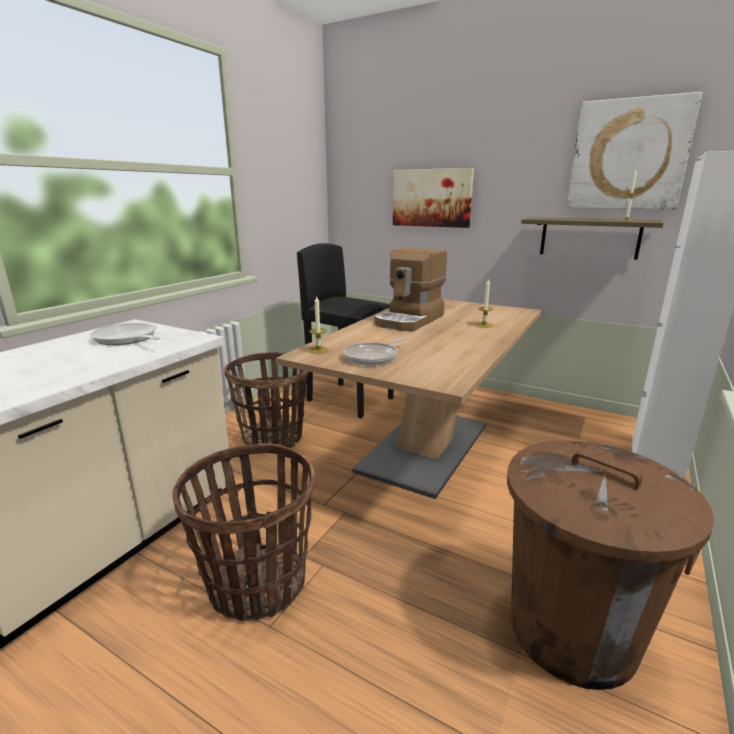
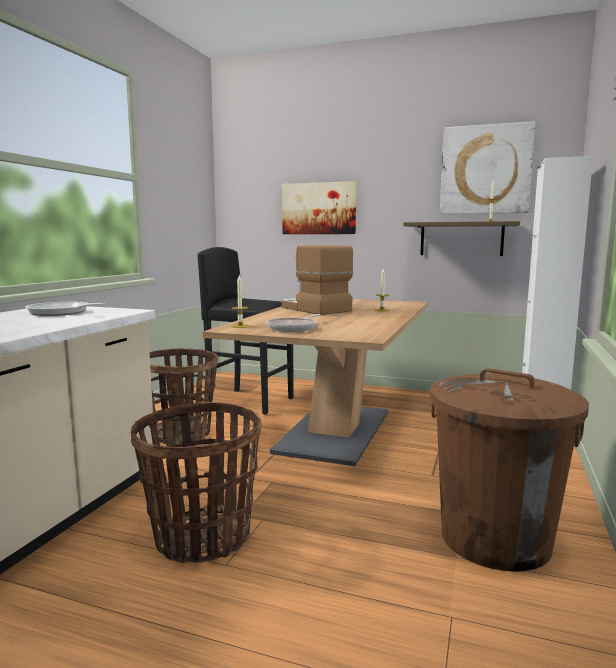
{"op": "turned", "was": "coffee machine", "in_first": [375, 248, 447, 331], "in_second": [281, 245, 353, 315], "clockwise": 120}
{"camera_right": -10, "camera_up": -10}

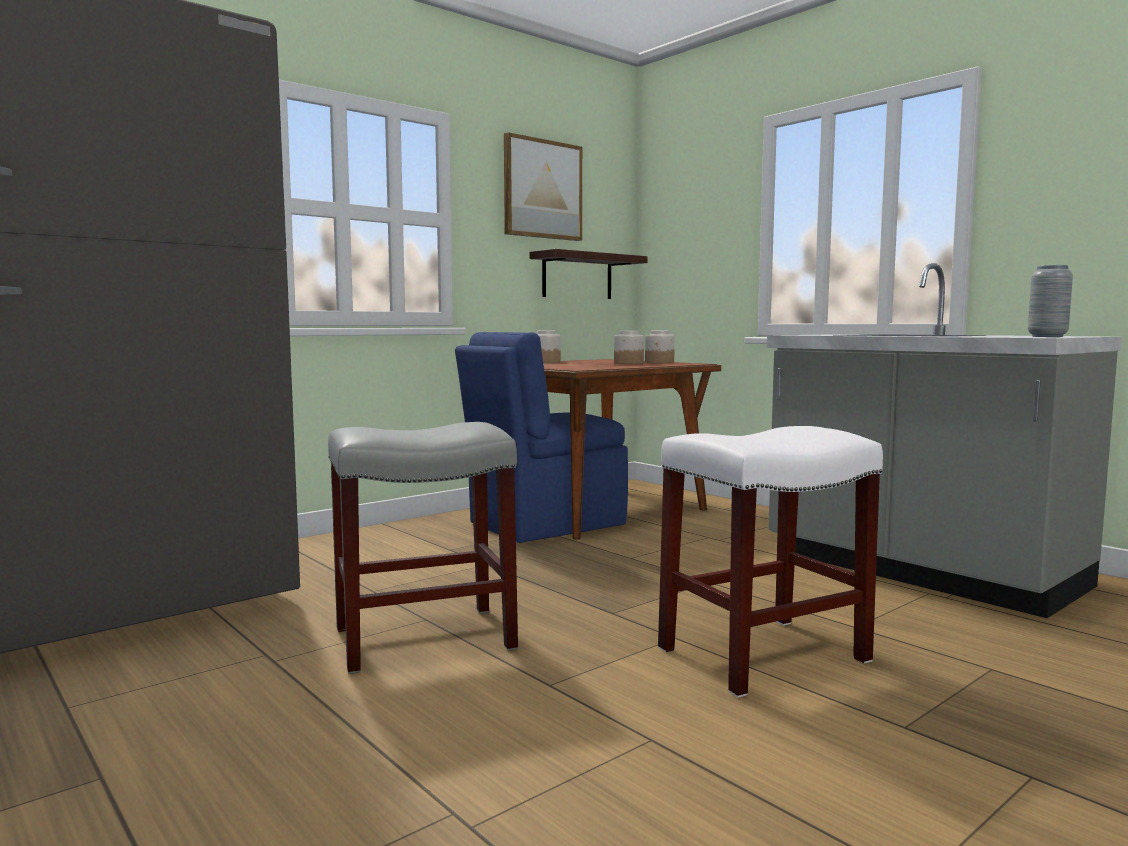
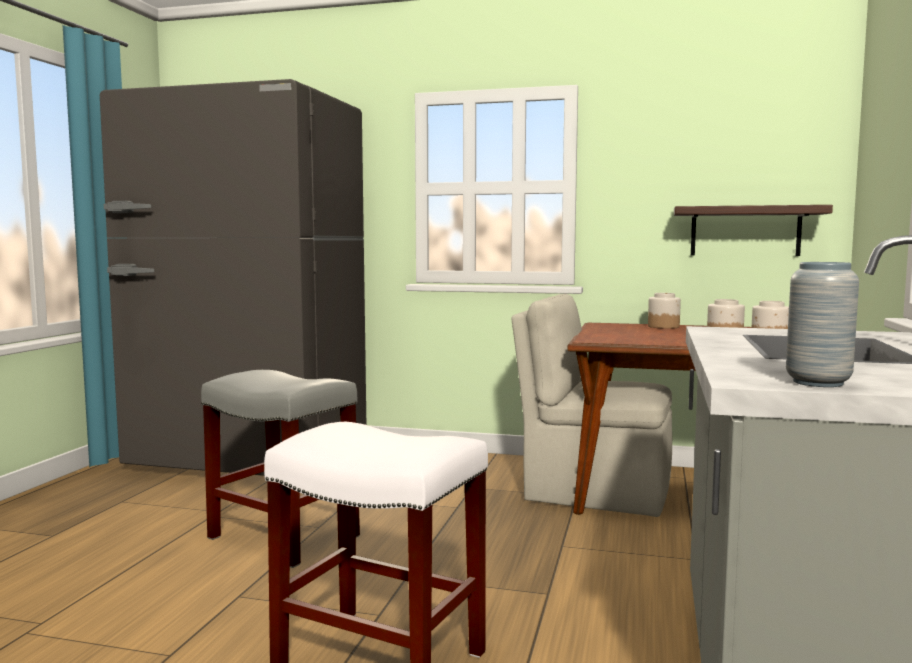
{"op": "recoloured", "was": "chair (blue)", "now": "chair (beige)", "in_first": [455, 332, 628, 543], "in_second": [512, 294, 672, 517]}
{"op": "removed", "was": "picture", "in_first": [504, 132, 582, 241]}
{"camera_right": 55, "camera_up": 0}

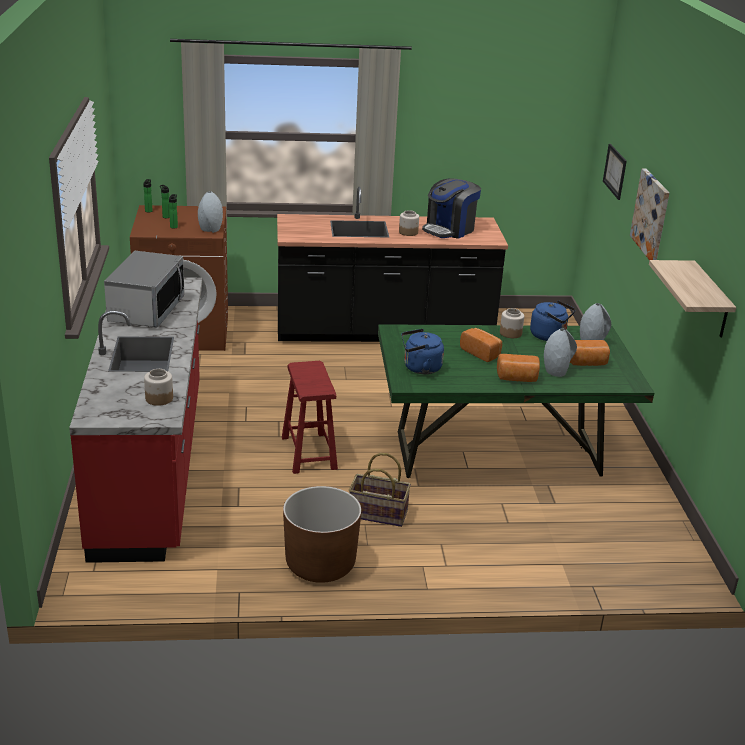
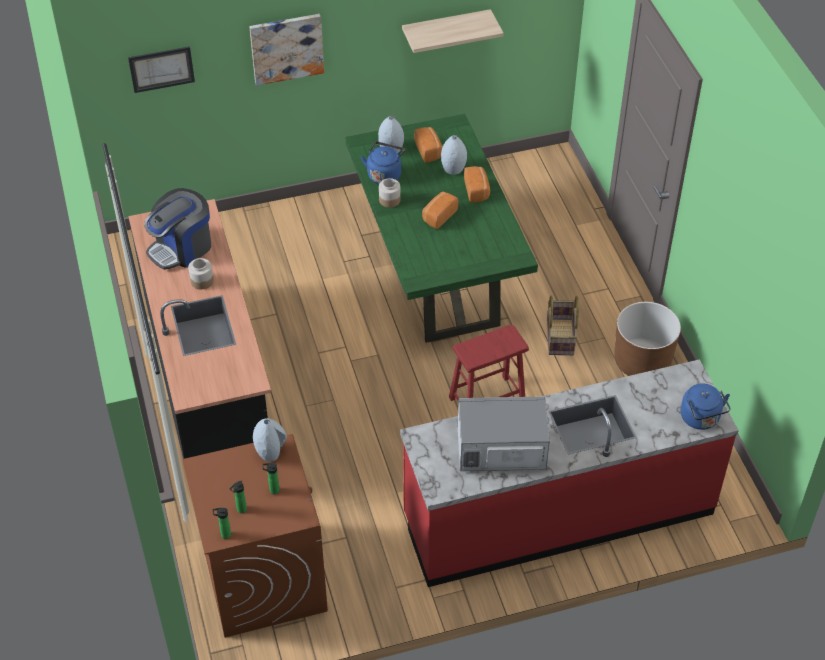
{"op": "removed", "was": "jar", "in_first": [144, 369, 173, 406]}
{"op": "moved", "was": "kettle (blue)", "in_first": [401, 329, 444, 374], "in_second": [681, 383, 731, 430]}
{"op": "turned", "was": "coffee machine", "in_first": [422, 179, 481, 239], "in_second": [144, 188, 211, 270], "clockwise": 105}
{"camera_right": -100, "camera_up": 20}

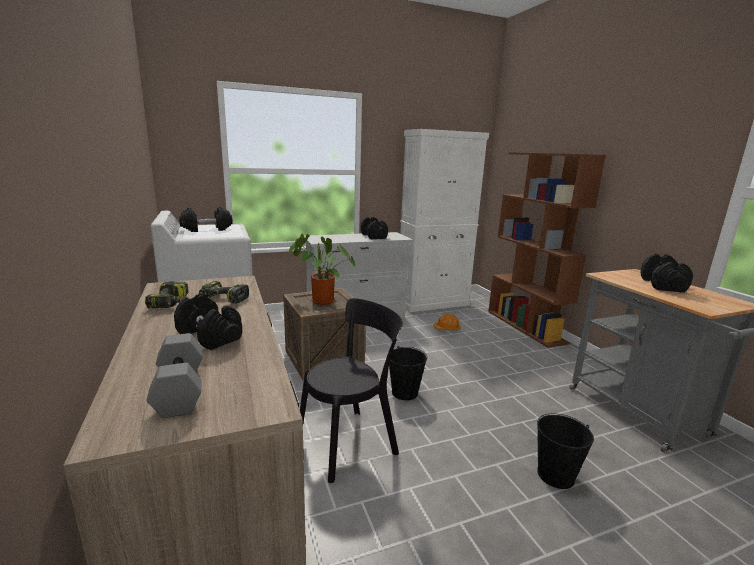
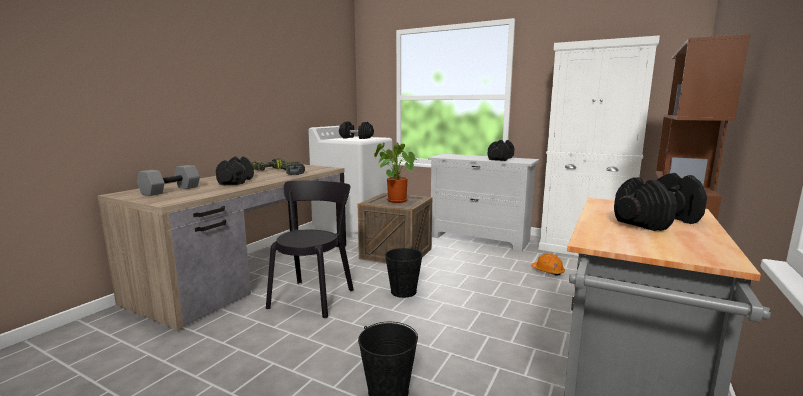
{"op": "turned", "was": "chair (black)", "in_first": [300, 298, 403, 483], "in_second": [266, 181, 354, 318], "clockwise": -90}
{"camera_right": 50, "camera_up": -5}

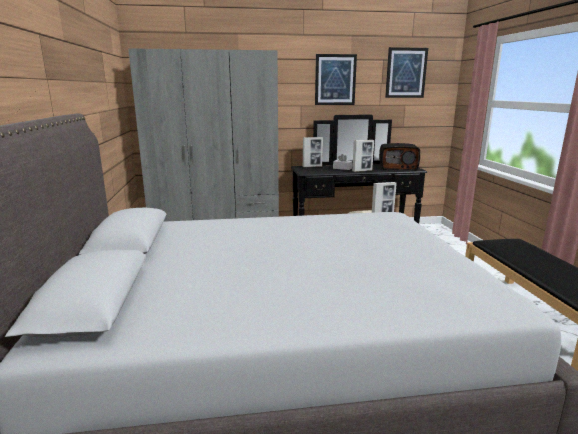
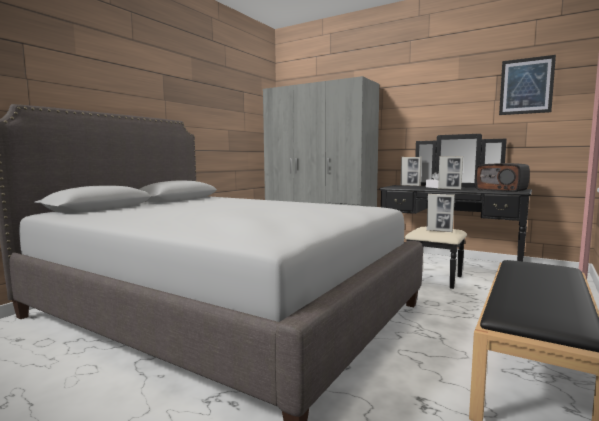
{"op": "removed", "was": "picture", "in_first": [315, 54, 357, 105]}
{"camera_right": 40, "camera_up": -10}

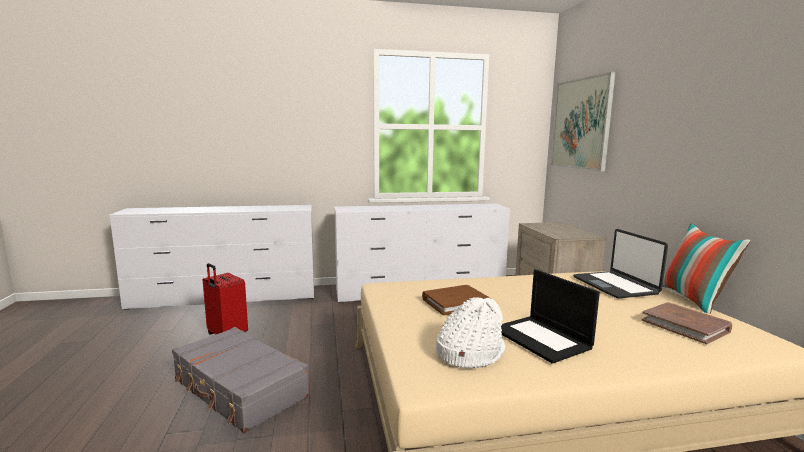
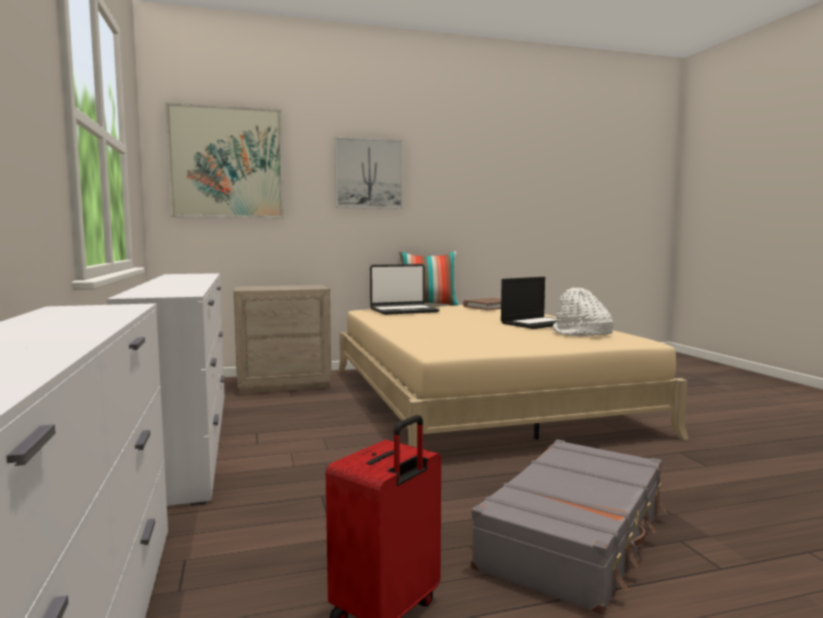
{"op": "removed", "was": "book (brown)", "in_first": [422, 285, 491, 315]}
{"op": "added", "now": "picture", "in_second": [335, 137, 403, 209]}
{"camera_right": -95, "camera_up": -5}

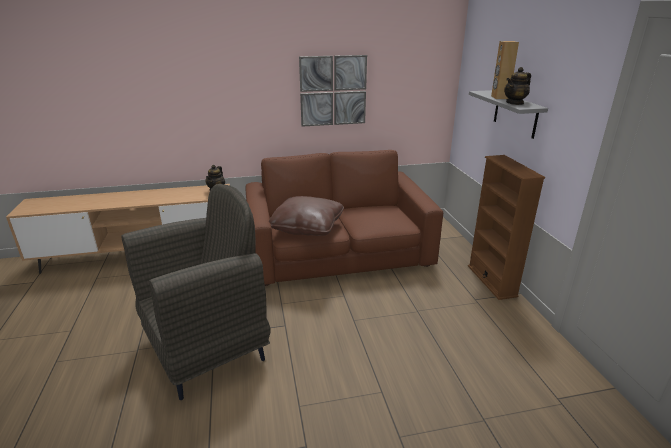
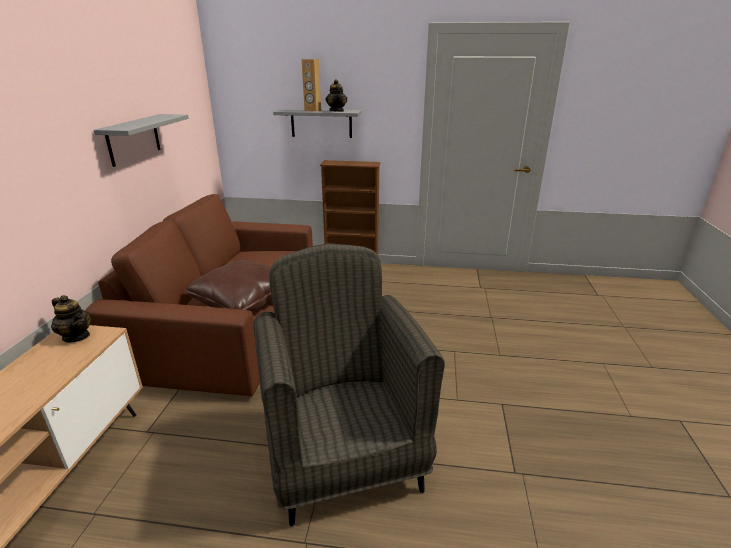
{"op": "replaced", "was": "picture", "now": "shelf (grey)", "in_first": [299, 55, 367, 127], "in_second": [93, 114, 189, 167]}
{"camera_right": -70, "camera_up": 0}

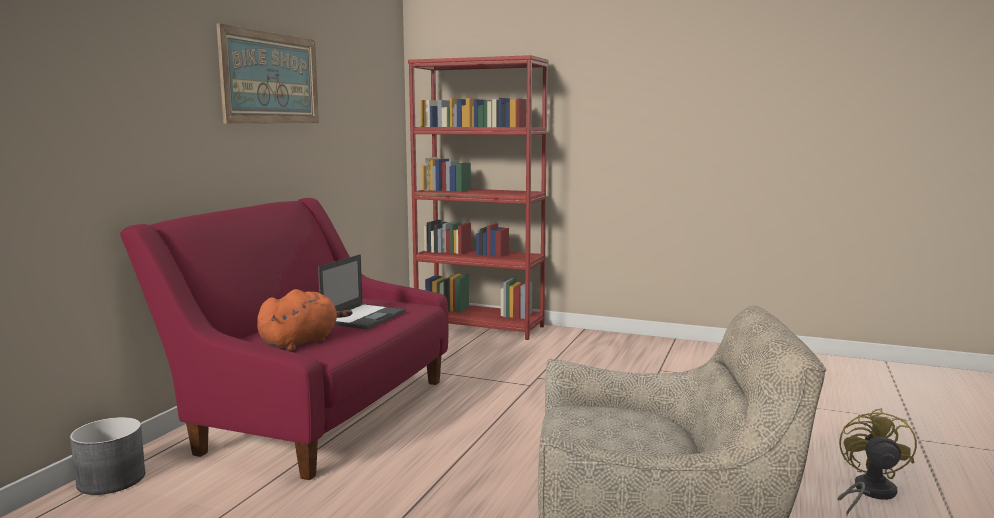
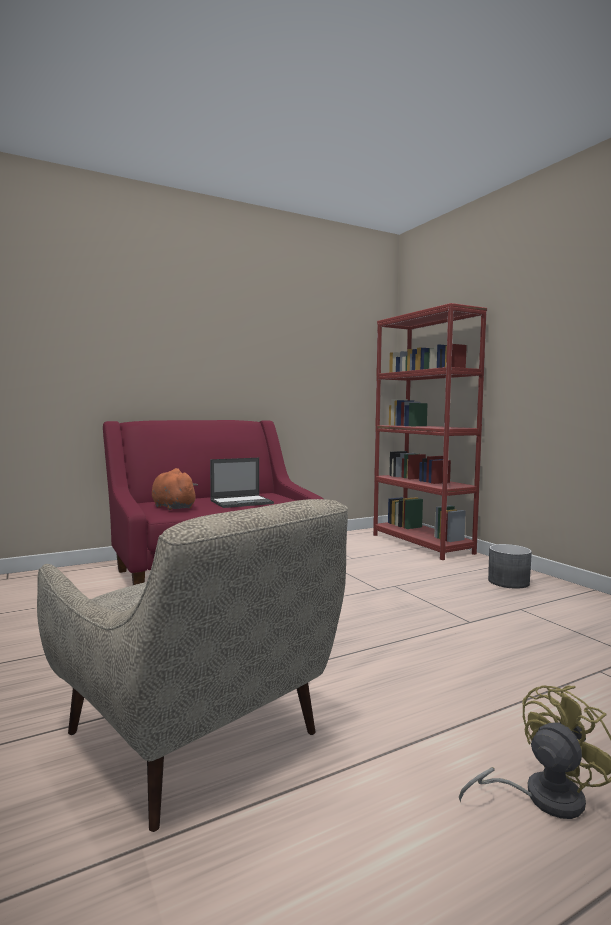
{"op": "moved", "was": "planter (grey)", "in_first": [70, 417, 145, 495], "in_second": [488, 544, 532, 589]}
{"op": "removed", "was": "picture", "in_first": [216, 23, 319, 123]}
{"op": "turned", "was": "plush toy (orange)", "in_first": [257, 289, 352, 351], "in_second": [152, 468, 198, 510], "clockwise": -120}
{"camera_right": 40, "camera_up": -5}

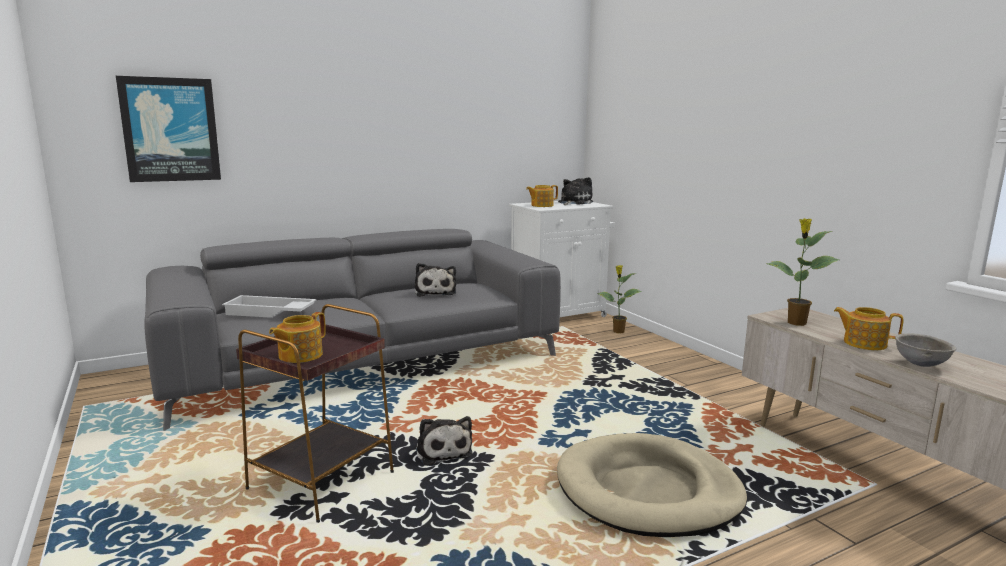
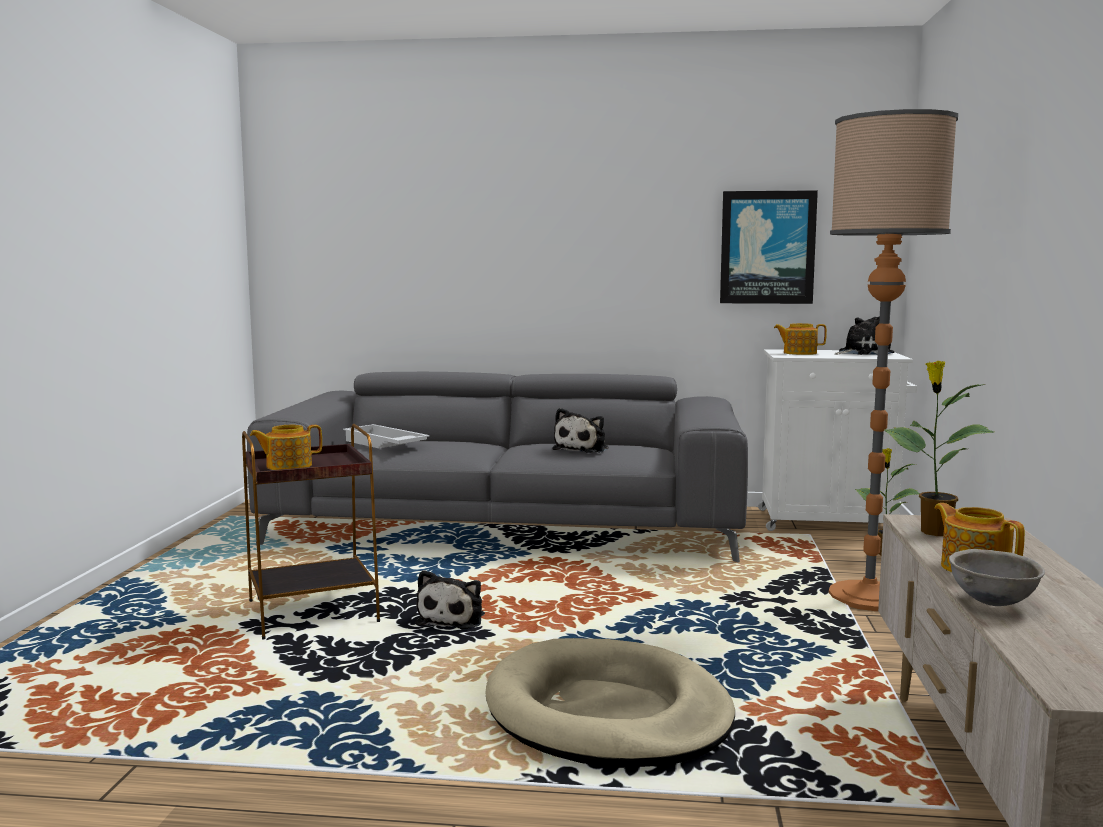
{"op": "moved", "was": "picture", "in_first": [116, 76, 221, 182], "in_second": [720, 190, 818, 304]}
{"op": "added", "now": "floor lamp", "in_second": [829, 109, 958, 611]}
{"camera_right": 35, "camera_up": -5}

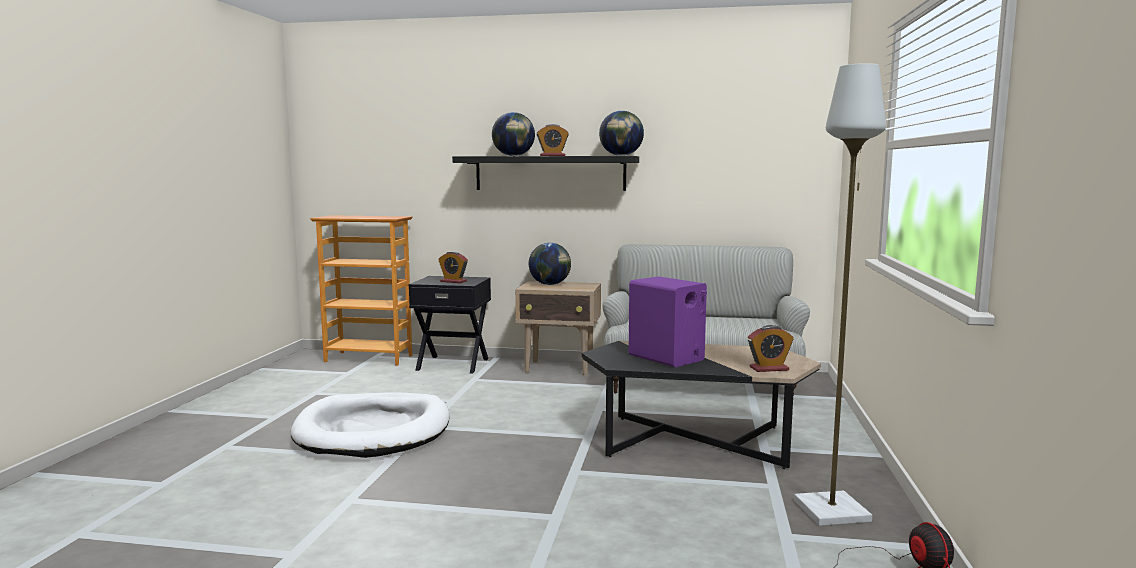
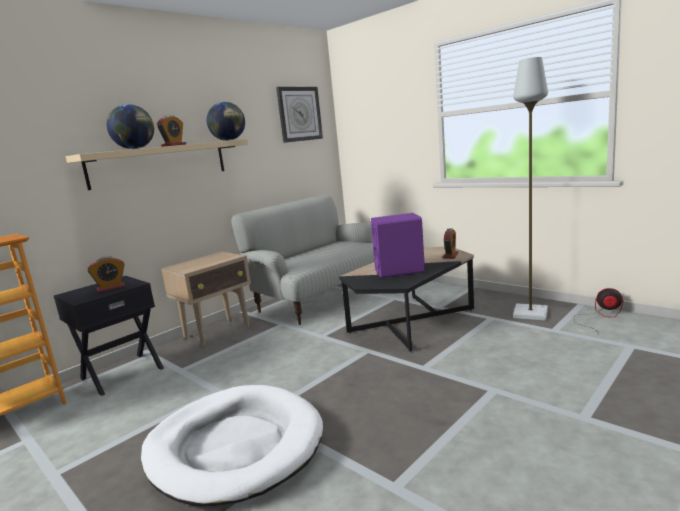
{"op": "recoloured", "was": "shelf (black)", "now": "shelf (beige)", "in_first": [452, 156, 639, 191], "in_second": [65, 139, 248, 190]}
{"op": "removed", "was": "globe", "in_first": [529, 243, 571, 285]}
{"op": "added", "now": "wall clock", "in_second": [276, 87, 323, 143]}
{"camera_right": -55, "camera_up": 5}

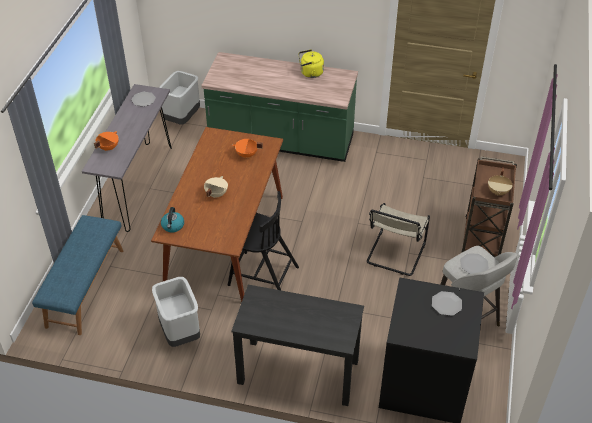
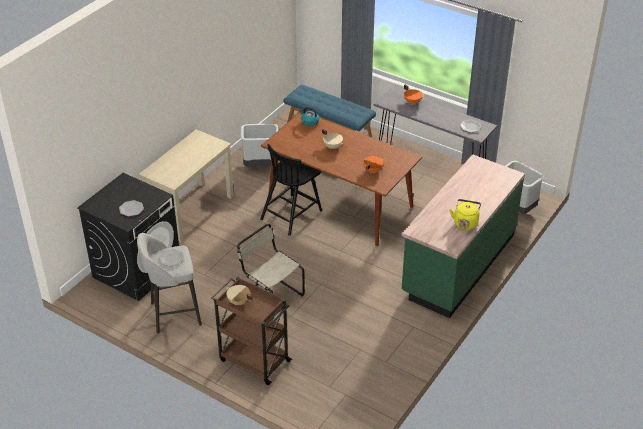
{"op": "recoloured", "was": "desk (black)", "now": "desk (beige)", "in_first": [231, 285, 364, 406], "in_second": [138, 129, 234, 243]}
{"camera_right": 110, "camera_up": -5}

